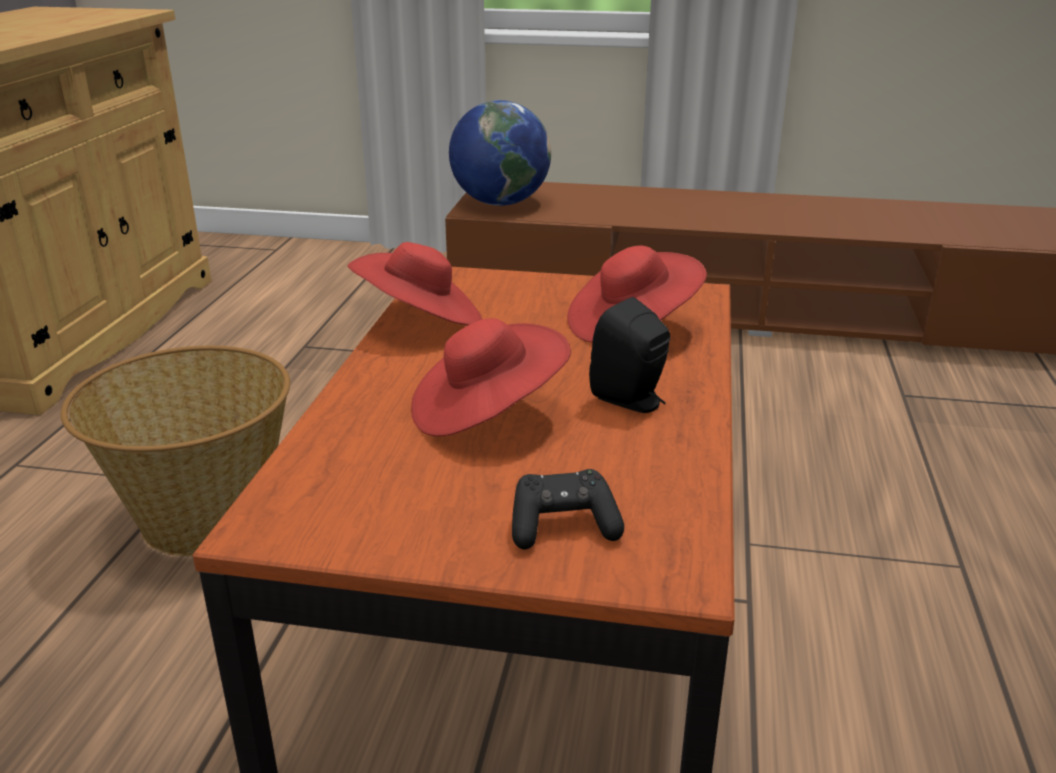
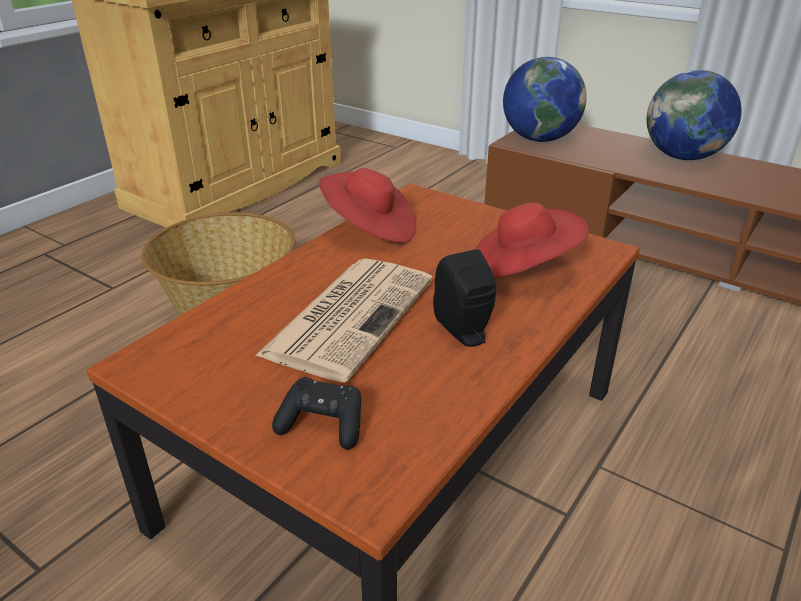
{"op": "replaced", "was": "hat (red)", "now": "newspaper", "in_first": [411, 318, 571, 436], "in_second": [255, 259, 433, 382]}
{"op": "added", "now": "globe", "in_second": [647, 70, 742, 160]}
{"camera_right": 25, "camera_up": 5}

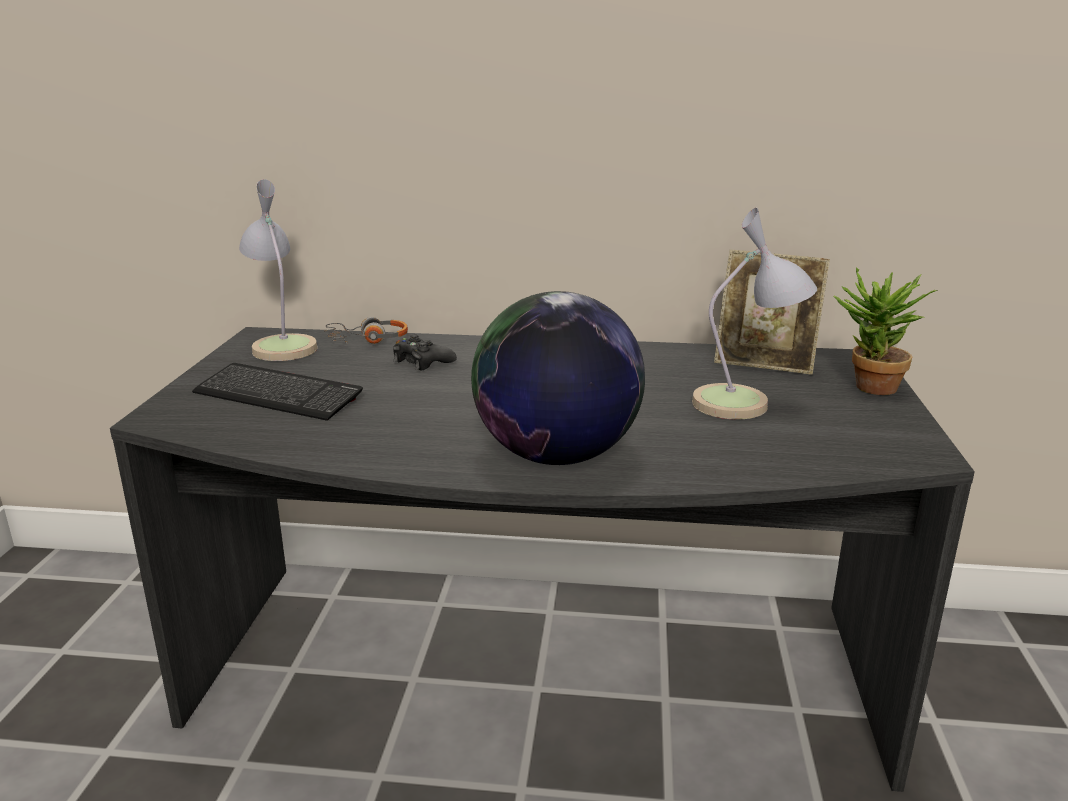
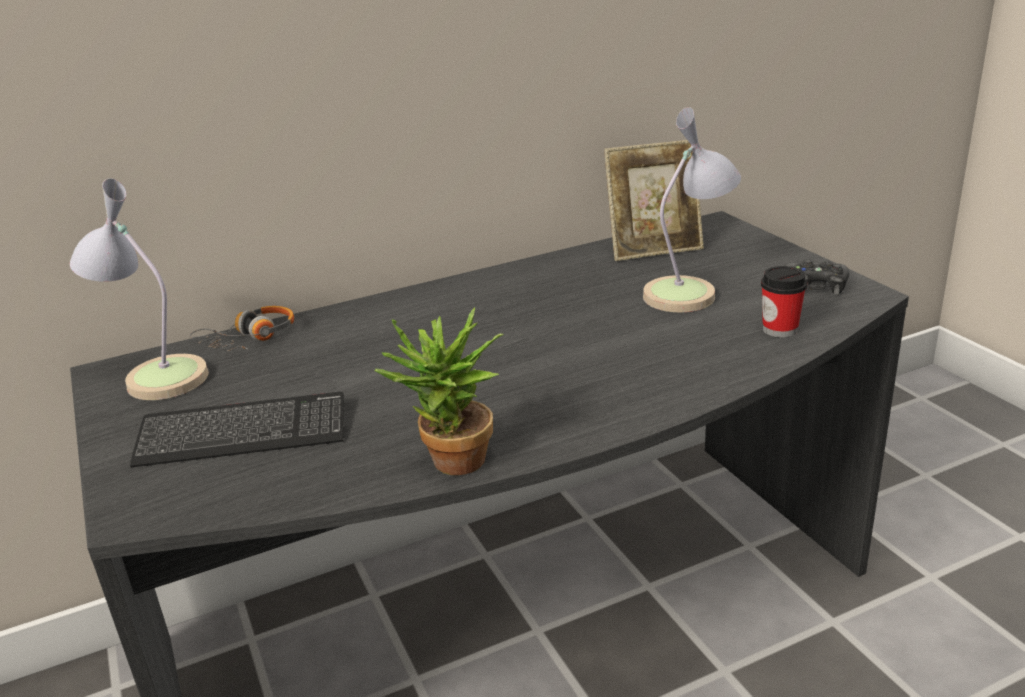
{"op": "moved", "was": "game controller (black)", "in_first": [393, 335, 457, 371], "in_second": [784, 259, 849, 295]}
{"op": "removed", "was": "globe", "in_first": [471, 291, 645, 465]}
{"op": "moved", "was": "potted plant", "in_first": [833, 267, 938, 395], "in_second": [375, 308, 503, 475]}
{"op": "added", "now": "cup", "in_second": [761, 266, 807, 338]}
{"camera_right": -30, "camera_up": 5}

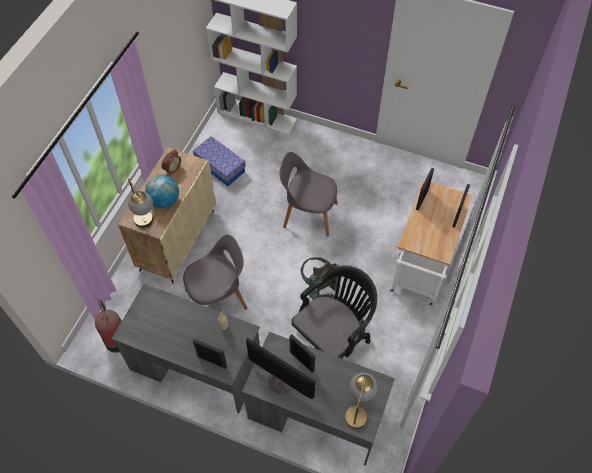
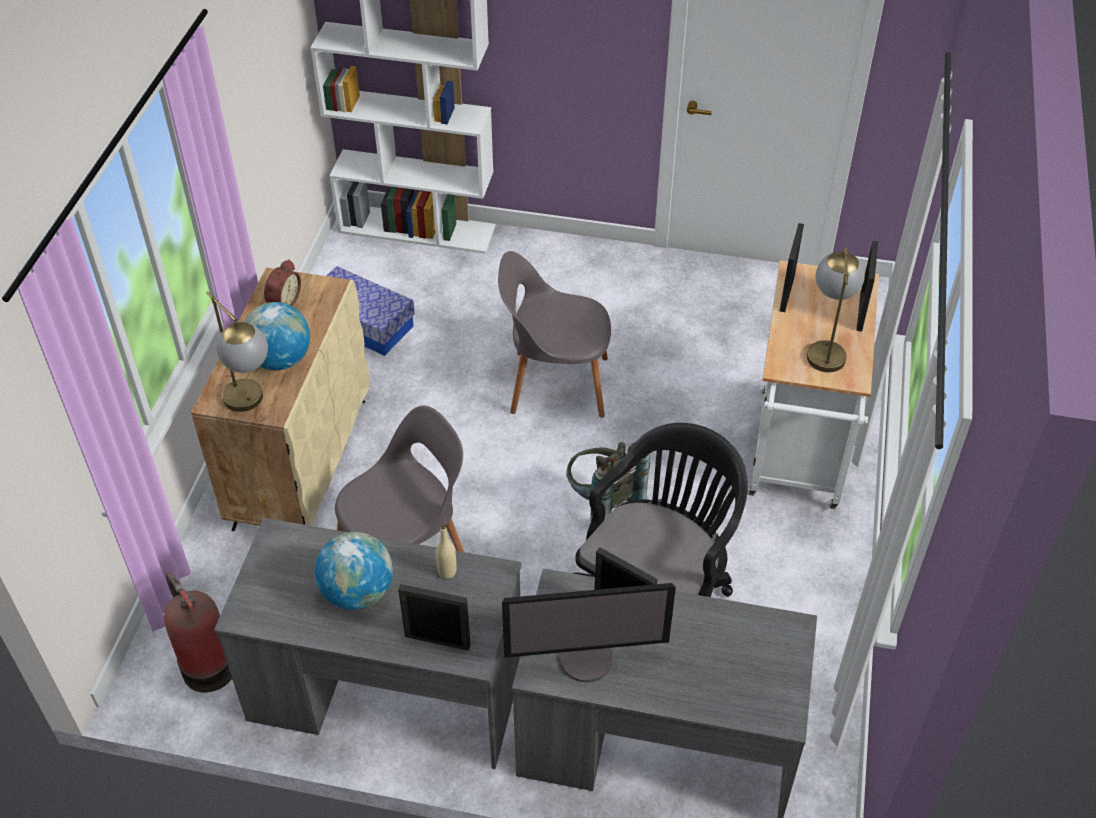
{"op": "turned", "was": "monitor", "in_first": [246, 337, 315, 399], "in_second": [502, 583, 676, 682], "clockwise": 150}
{"op": "moved", "was": "table lamp", "in_first": [345, 373, 378, 429], "in_second": [807, 248, 865, 372]}
{"op": "added", "now": "globe", "in_second": [315, 532, 393, 610]}
{"camera_right": -10, "camera_up": -10}

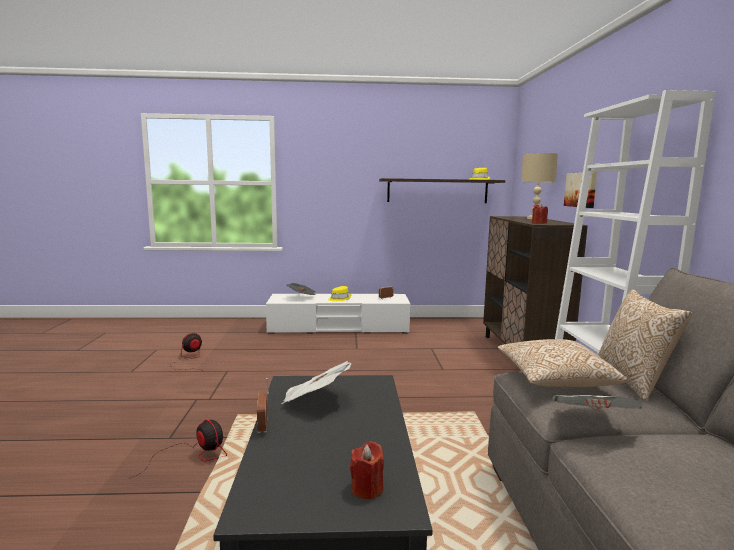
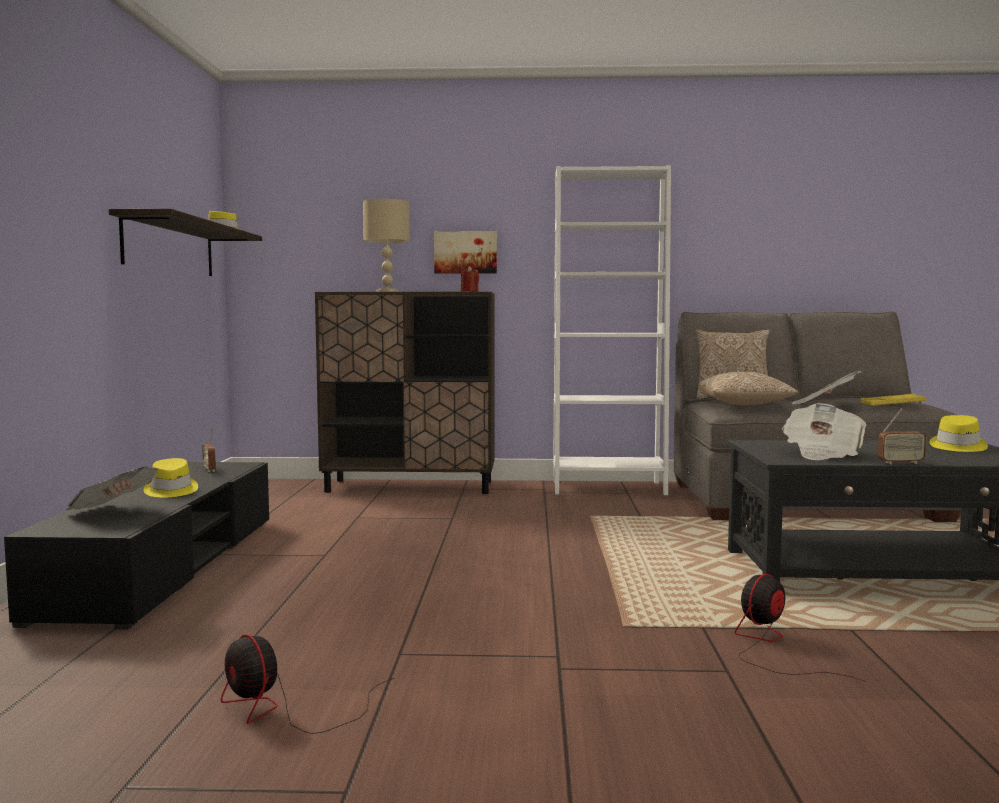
{"op": "recoloured", "was": "tv stand (white)", "now": "tv stand (black)", "in_first": [266, 294, 410, 334], "in_second": [4, 462, 269, 629]}
{"op": "replaced", "was": "candle (red)", "now": "hat (yellow)", "in_first": [350, 441, 384, 499], "in_second": [929, 415, 988, 452]}
{"op": "added", "now": "tray (yellow)", "in_second": [860, 394, 926, 406]}
{"camera_right": -85, "camera_up": -5}

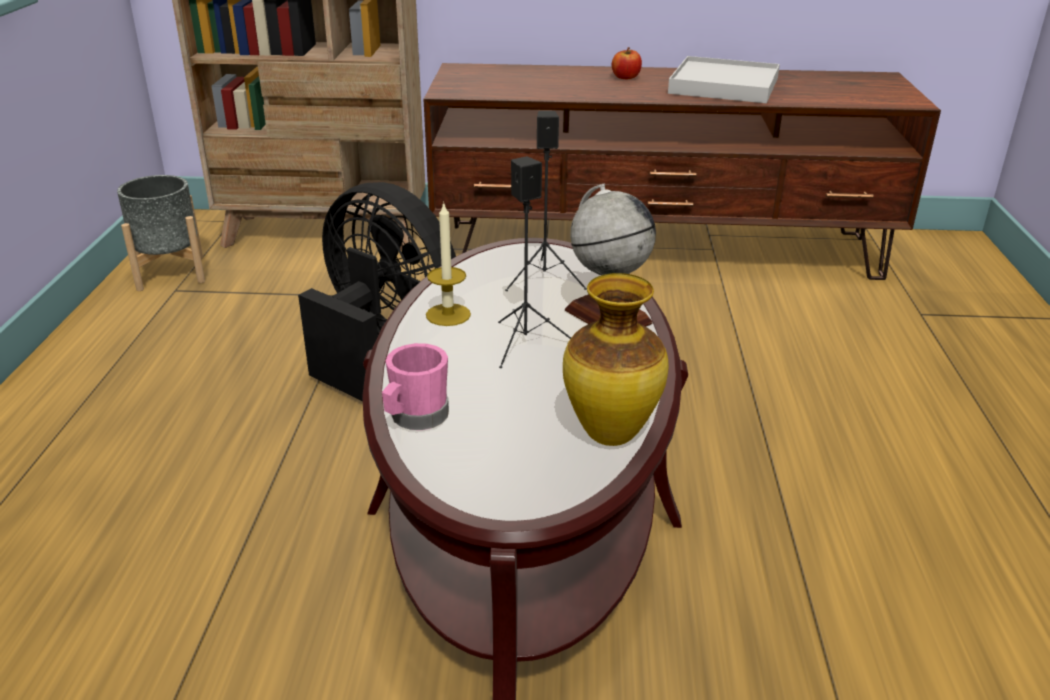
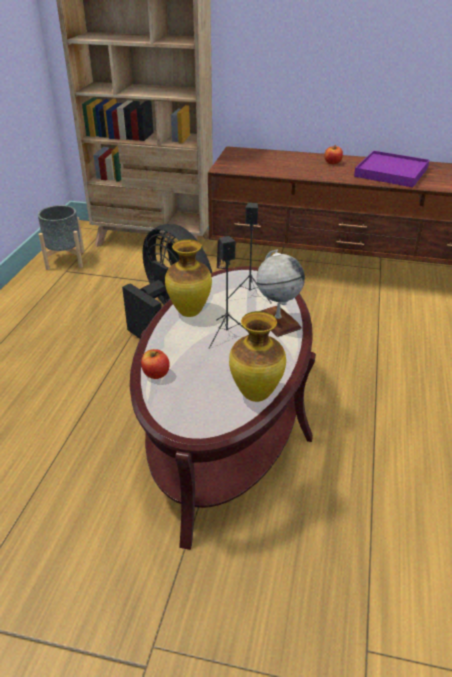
{"op": "replaced", "was": "mug (pink)", "now": "apple", "in_first": [382, 343, 449, 430], "in_second": [141, 349, 170, 379]}
{"op": "replaced", "was": "candle", "now": "vase", "in_first": [426, 201, 471, 326], "in_second": [165, 239, 212, 317]}
{"op": "recoloured", "was": "tray (white)", "now": "tray (purple)", "in_first": [668, 56, 780, 103], "in_second": [354, 151, 429, 187]}
{"camera_right": 10, "camera_up": 5}

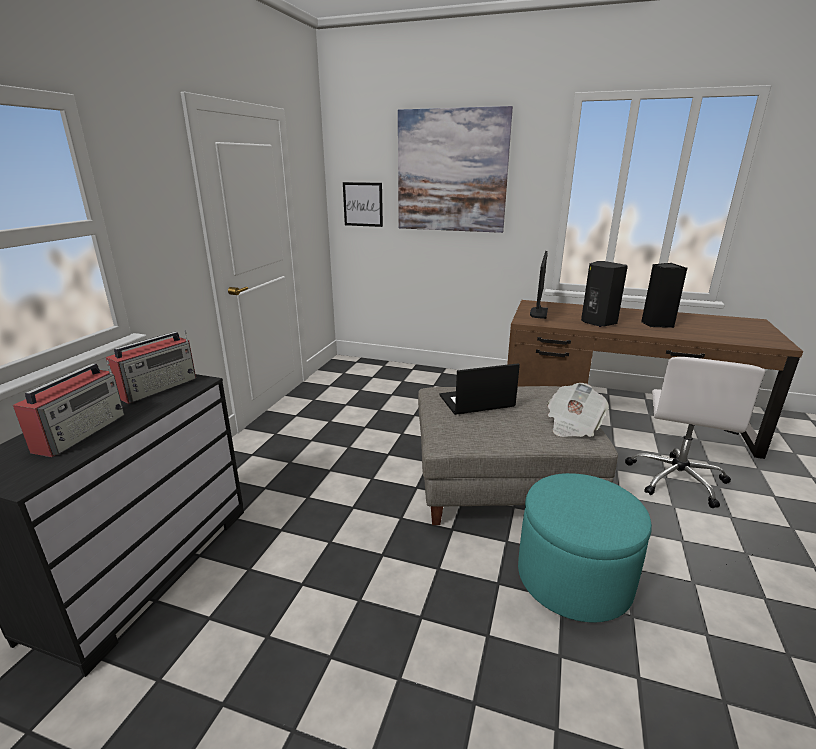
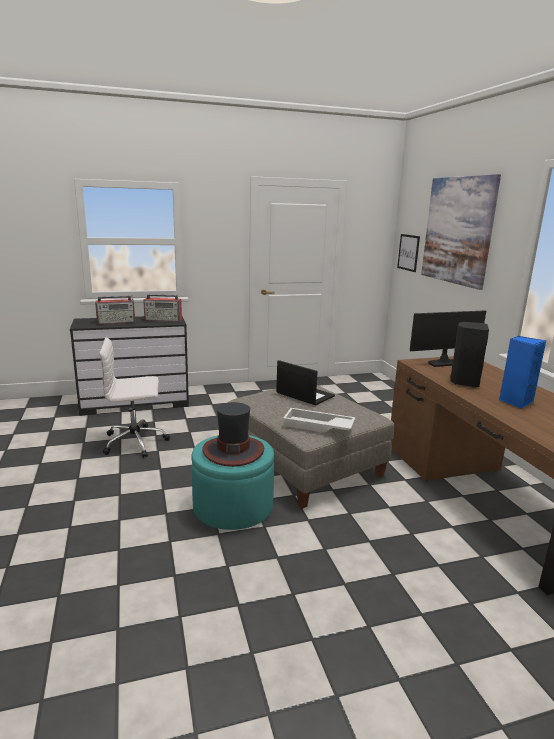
{"op": "replaced", "was": "newspaper", "now": "tray (white)", "in_first": [548, 383, 609, 437], "in_second": [283, 408, 355, 433]}
{"op": "moved", "was": "office chair (white)", "in_first": [625, 357, 765, 508], "in_second": [99, 337, 170, 458]}
{"op": "recoloured", "was": "speaker (black)", "now": "speaker (blue)", "in_first": [641, 263, 687, 328], "in_second": [499, 336, 546, 409]}
{"op": "added", "now": "hat", "in_second": [202, 402, 264, 467]}
{"camera_right": 55, "camera_up": -5}

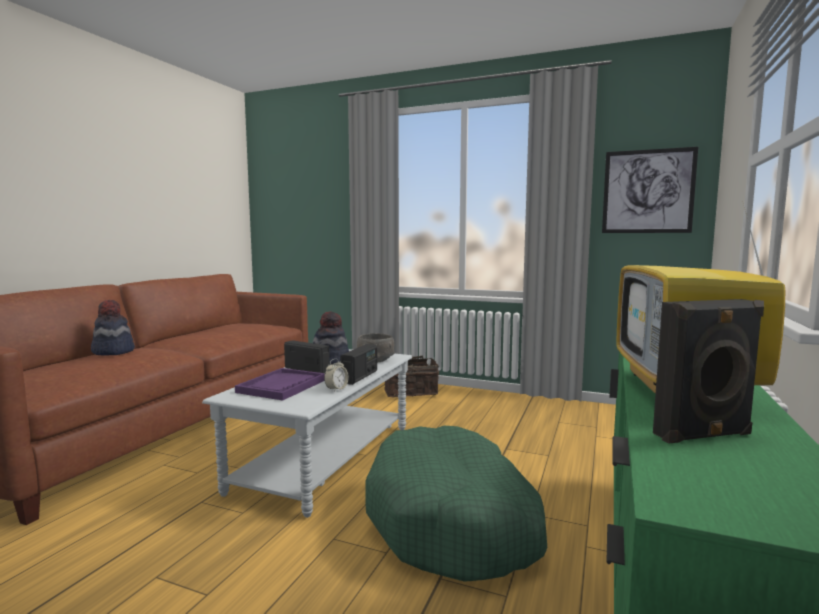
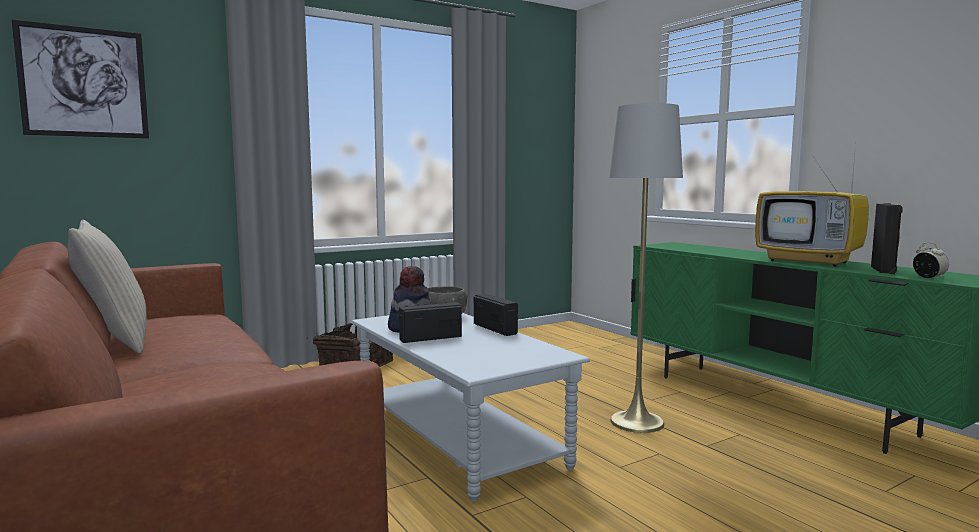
{"op": "removed", "was": "hat", "in_first": [91, 300, 135, 355]}
{"op": "removed", "was": "tray (purple)", "in_first": [235, 368, 325, 400]}
{"op": "moved", "was": "alarm clock", "in_first": [324, 359, 349, 392], "in_second": [913, 242, 949, 279]}
{"op": "replaced", "was": "dog bed (green)", "now": "floor lamp (grey)", "in_first": [366, 426, 547, 582], "in_second": [609, 103, 683, 433]}
{"op": "moved", "was": "picture", "in_first": [602, 147, 698, 233], "in_second": [12, 20, 149, 138]}
{"op": "added", "now": "pillow (beige)", "in_second": [68, 220, 147, 354]}
{"camera_right": -55, "camera_up": 0}

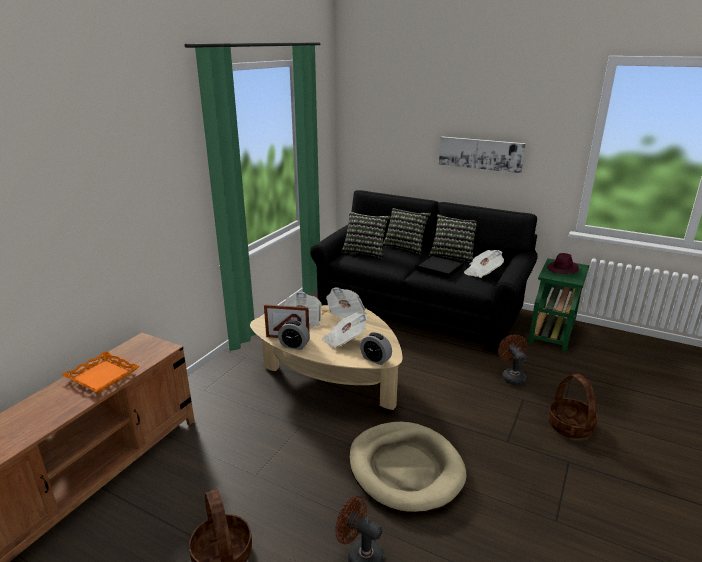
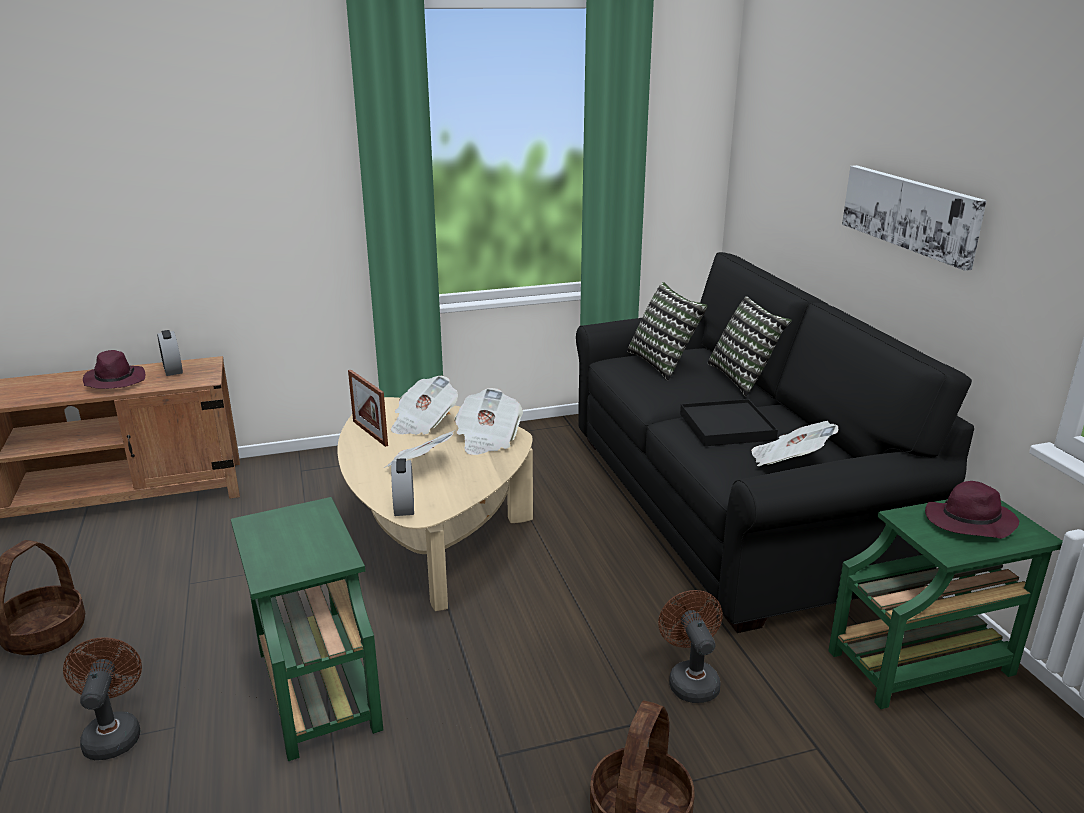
{"op": "replaced", "was": "tray (orange)", "now": "hat (purple)", "in_first": [61, 351, 139, 393], "in_second": [83, 350, 145, 389]}
{"op": "moved", "was": "alarm clock", "in_first": [278, 320, 310, 350], "in_second": [157, 330, 183, 376]}
{"op": "replaced", "was": "dog bed (beige)", "now": "side table (green)", "in_first": [349, 422, 467, 513], "in_second": [231, 497, 383, 761]}
{"op": "removed", "was": "pillow", "in_first": [429, 214, 477, 263]}
{"op": "turned", "was": "fan (brown)", "in_first": [498, 334, 527, 385], "in_second": [658, 590, 723, 703], "clockwise": -45}
{"camera_right": 45, "camera_up": 0}

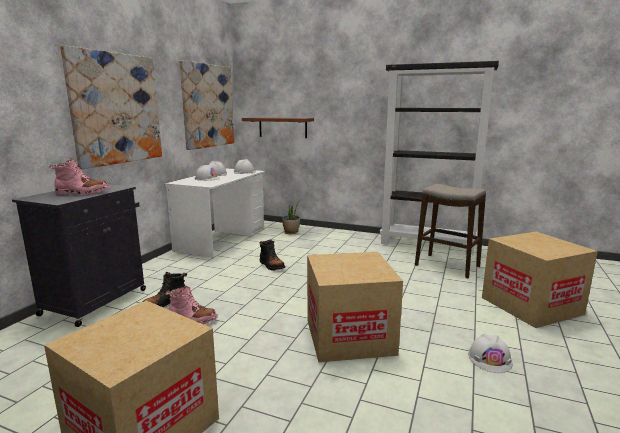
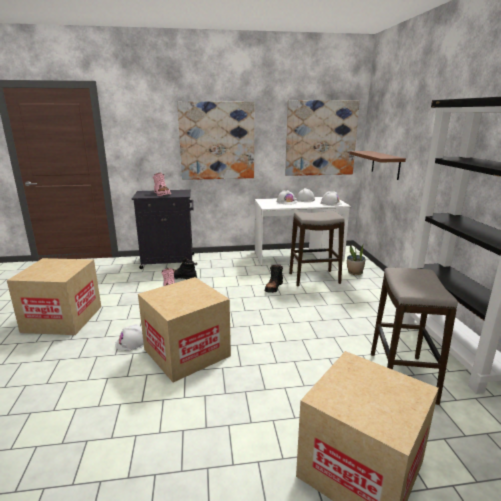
{"op": "moved", "was": "hard hat (white)", "in_first": [468, 334, 513, 373], "in_second": [115, 324, 144, 351]}
{"op": "added", "now": "stool", "in_second": [289, 211, 345, 286]}
{"camera_right": 60, "camera_up": 5}

